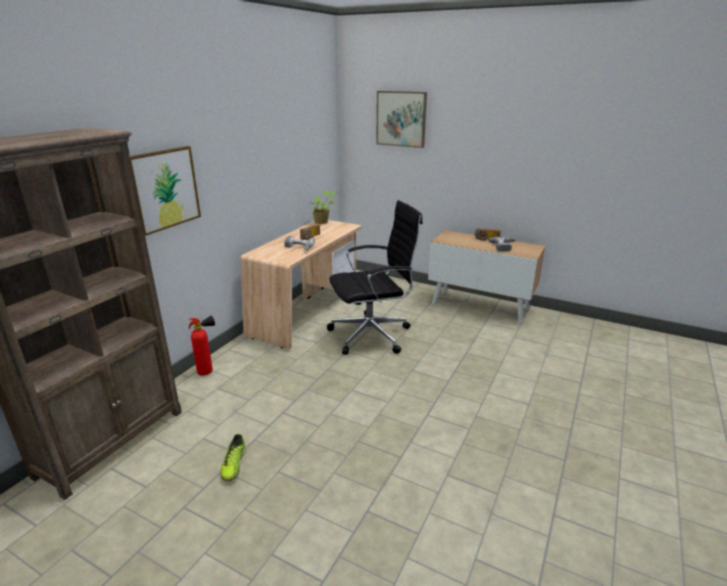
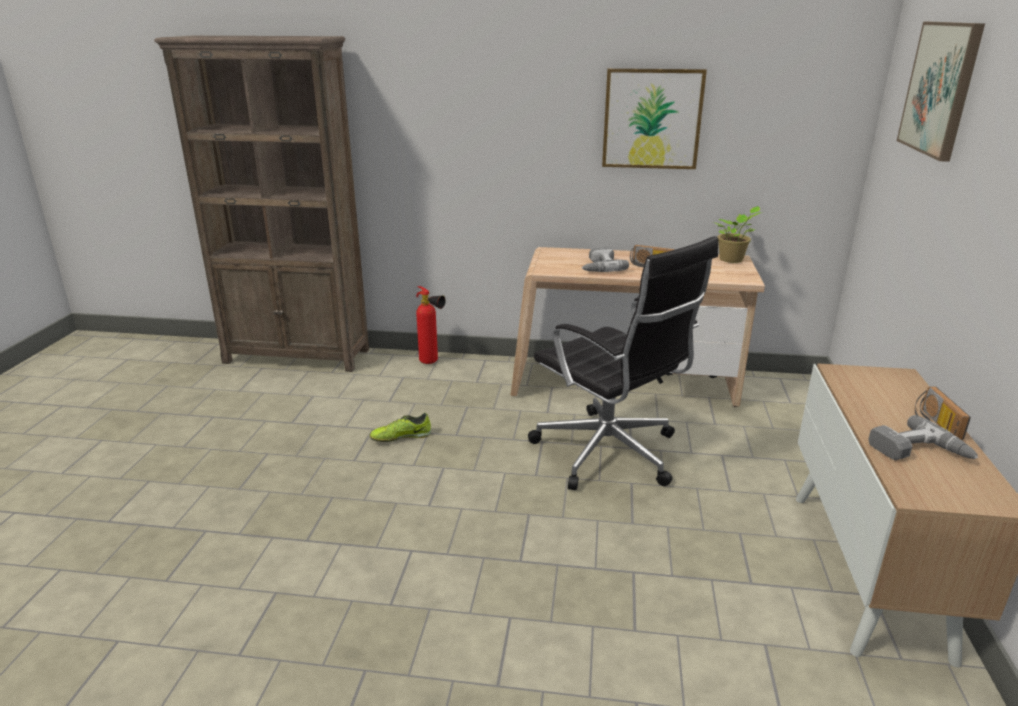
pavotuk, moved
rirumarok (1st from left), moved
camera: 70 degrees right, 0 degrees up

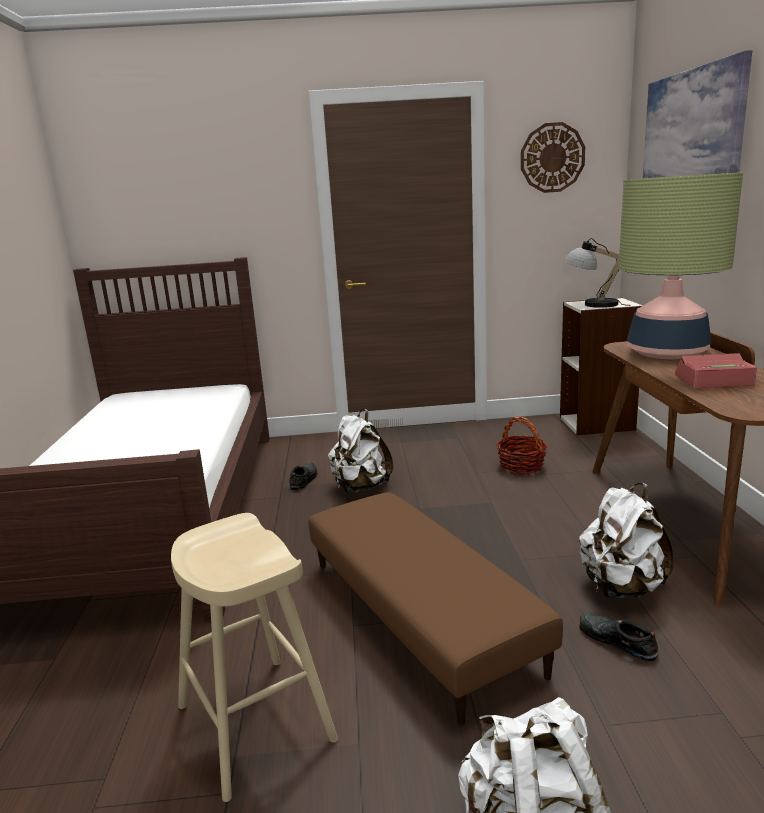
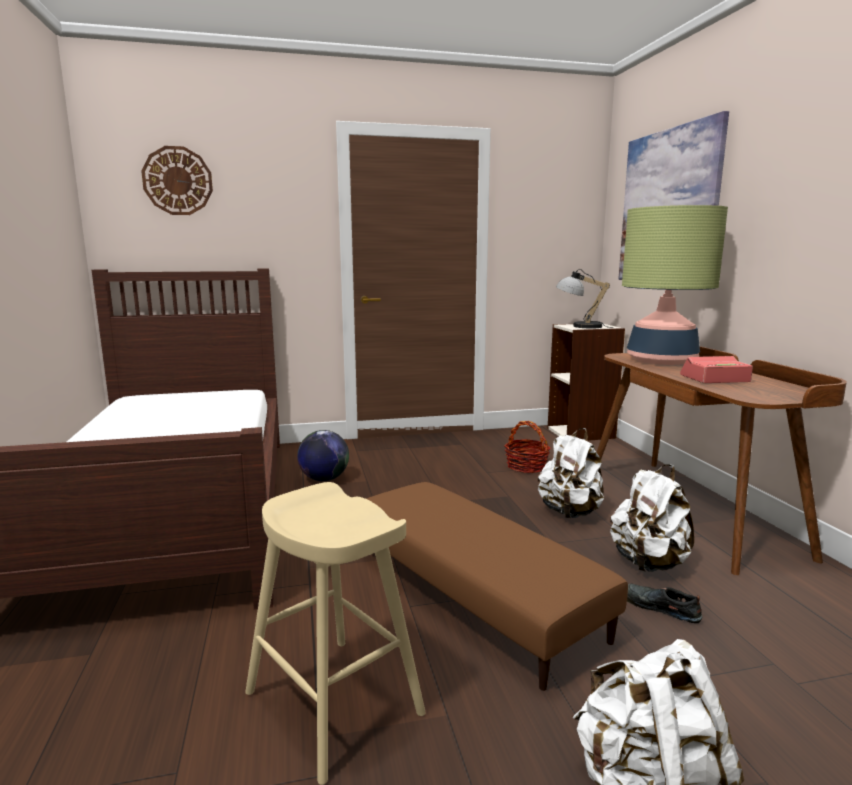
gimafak, moved
black_pavotuk (1st from left) → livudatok
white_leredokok (1st from left), moved
camera: 10 degrees left, 5 degrees down

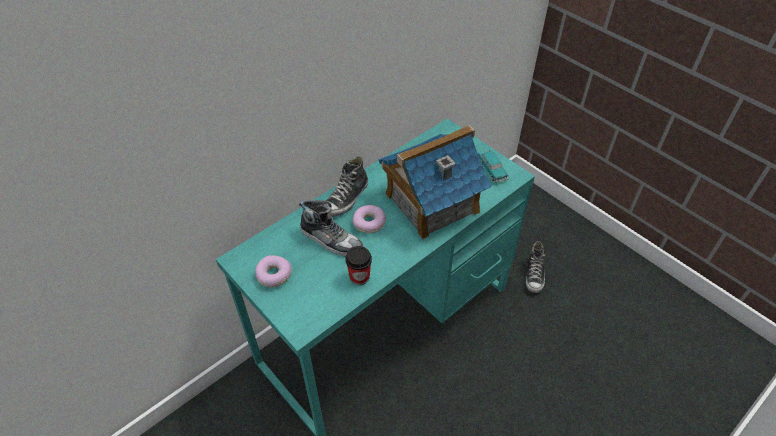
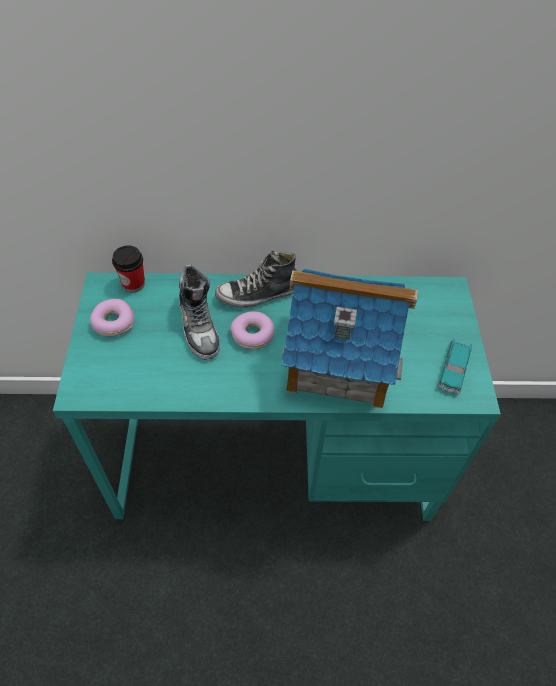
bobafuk, moved
pavotuk (3rd from left) → -
camera: 40 degrees right, 5 degrees up

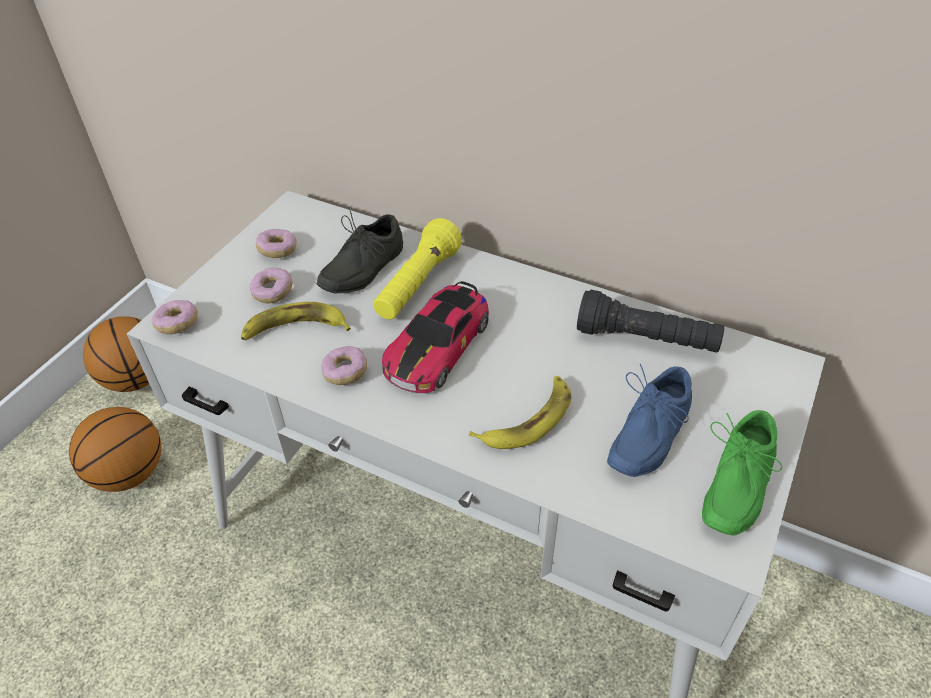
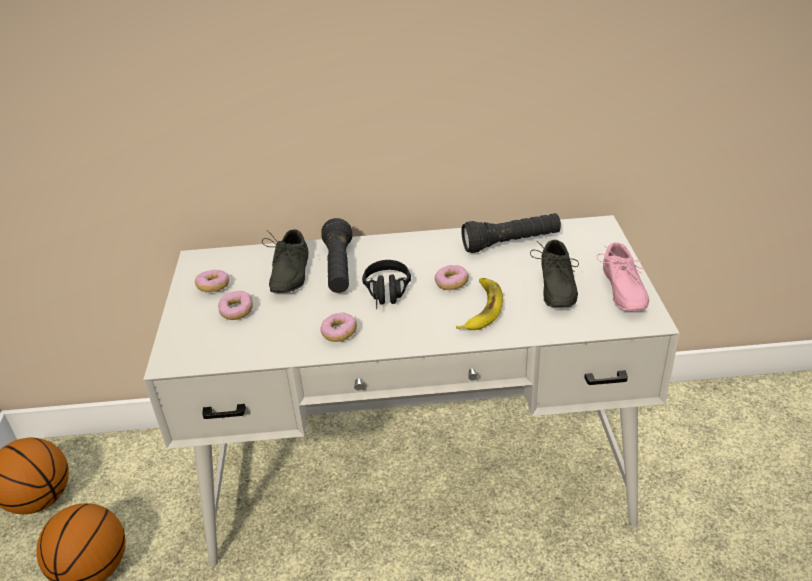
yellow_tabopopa → black_tabopopa (1st from left)
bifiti → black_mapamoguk
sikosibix (1st from left in the first image) → sikosibix (4th from left), moved
blue_pavotuk → grey_pavotuk (2nd from left)
green_pavotuk → pink_pavotuk
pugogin (1st from left) → -
camera: 30 degrees left, 10 degrees down

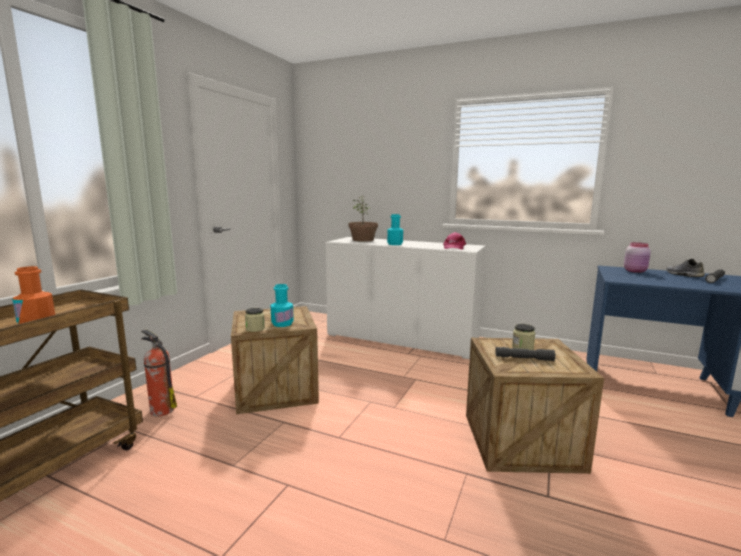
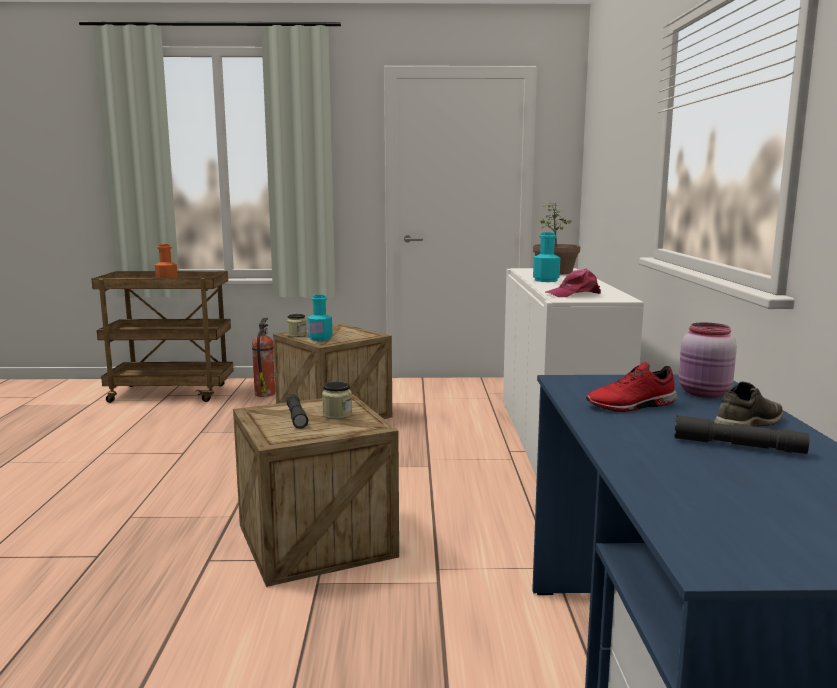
- → red_pavotuk
camera: 65 degrees right, 0 degrees up

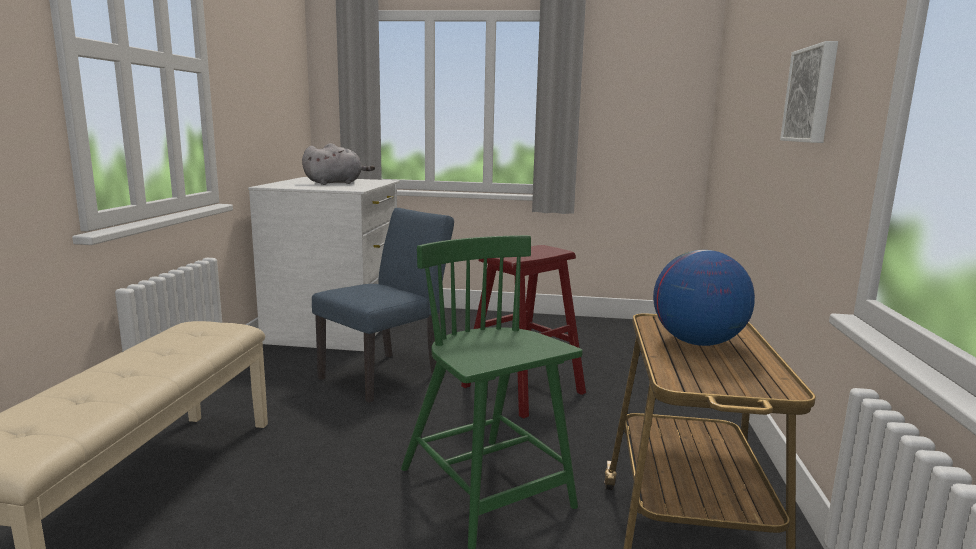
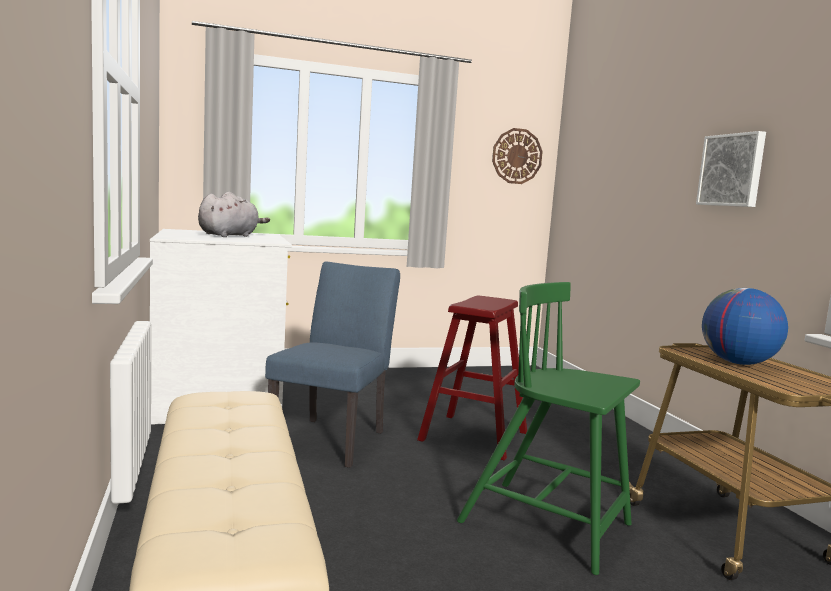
- → gimafak
camera: 25 degrees left, 5 degrees down

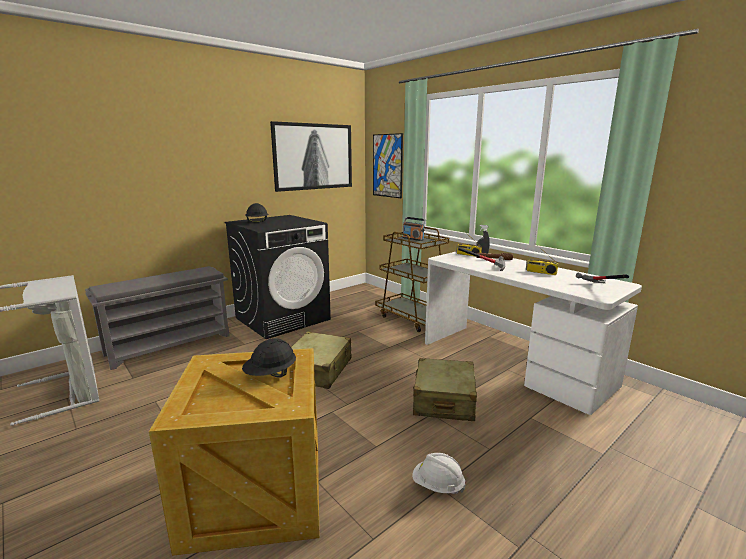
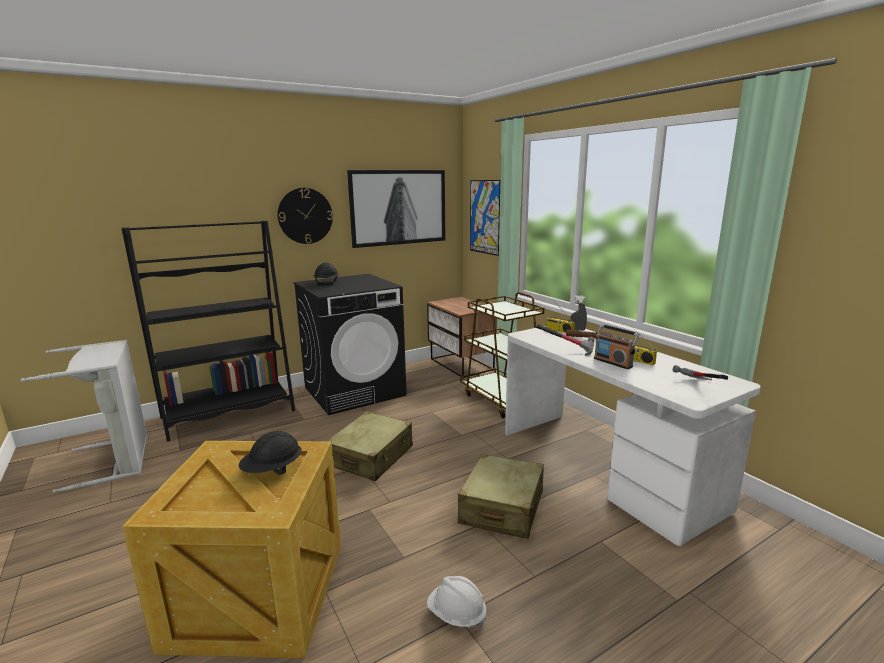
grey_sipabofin → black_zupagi
- → gimafak
- → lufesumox
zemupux (1st from left in the first image) → zemupux (2nd from left), moved
camera: 10 degrees right, 0 degrees up

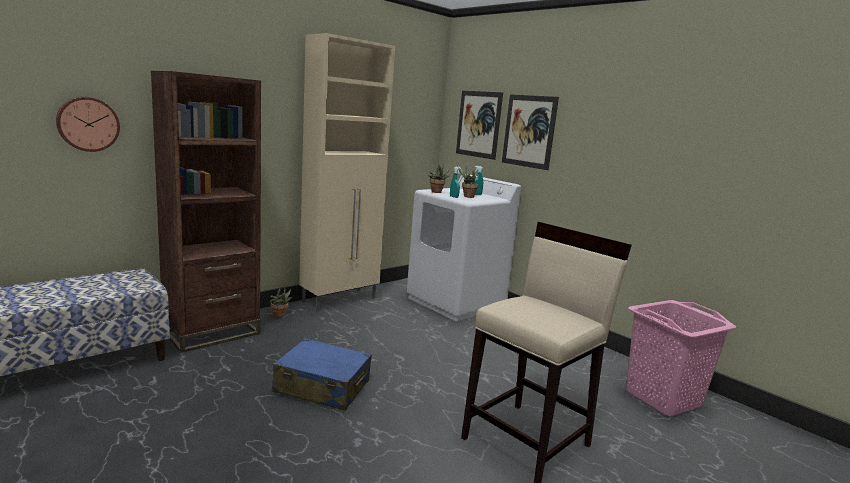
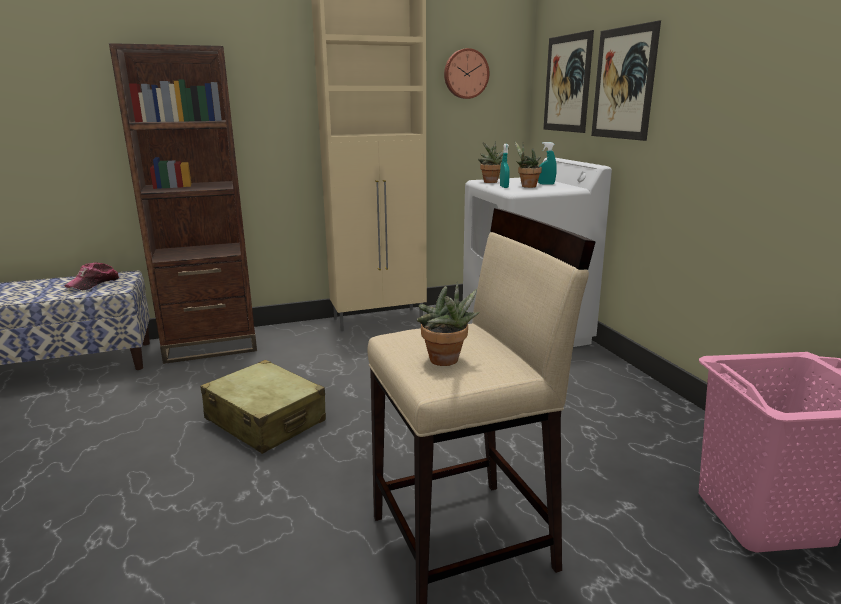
- → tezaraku
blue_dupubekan → beige_dupubekan
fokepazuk (1st from left), moved
gimafak, moved
camera: 25 degrees right, 5 degrees up

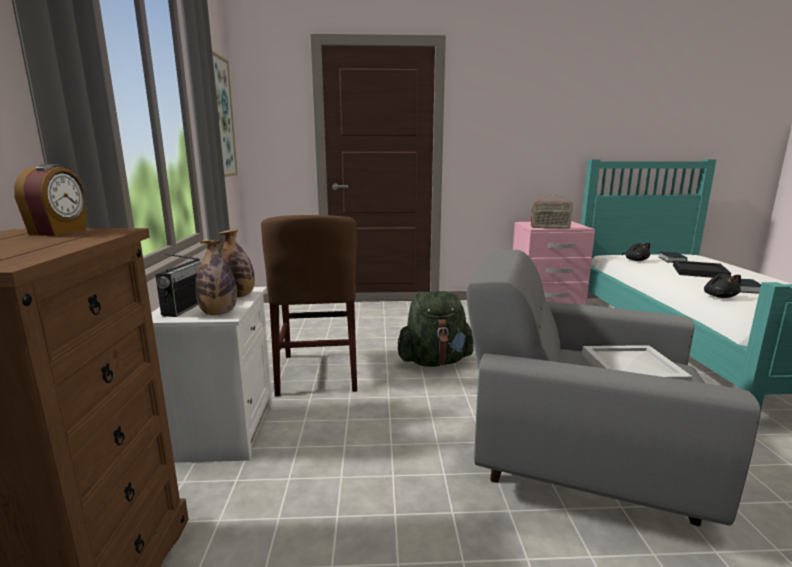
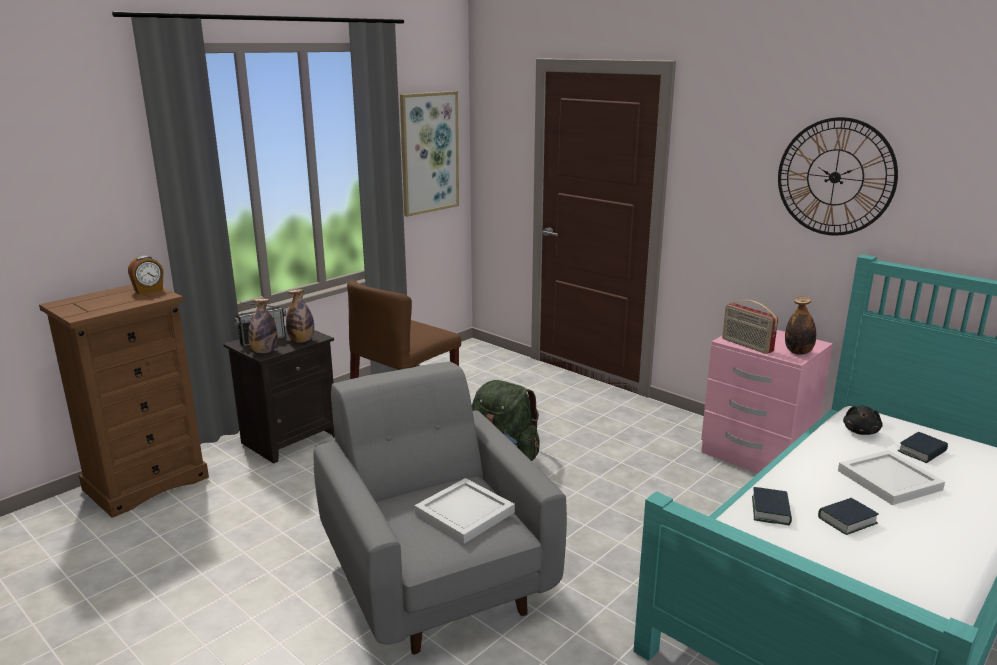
white_lufesumox → black_lufesumox
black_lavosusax (2nd from left) → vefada (1st from left)
- → gimafak
- → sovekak (3rd from left)
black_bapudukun → white_bapudukun (2nd from left)
camera: 45 degrees right, 5 degrees up

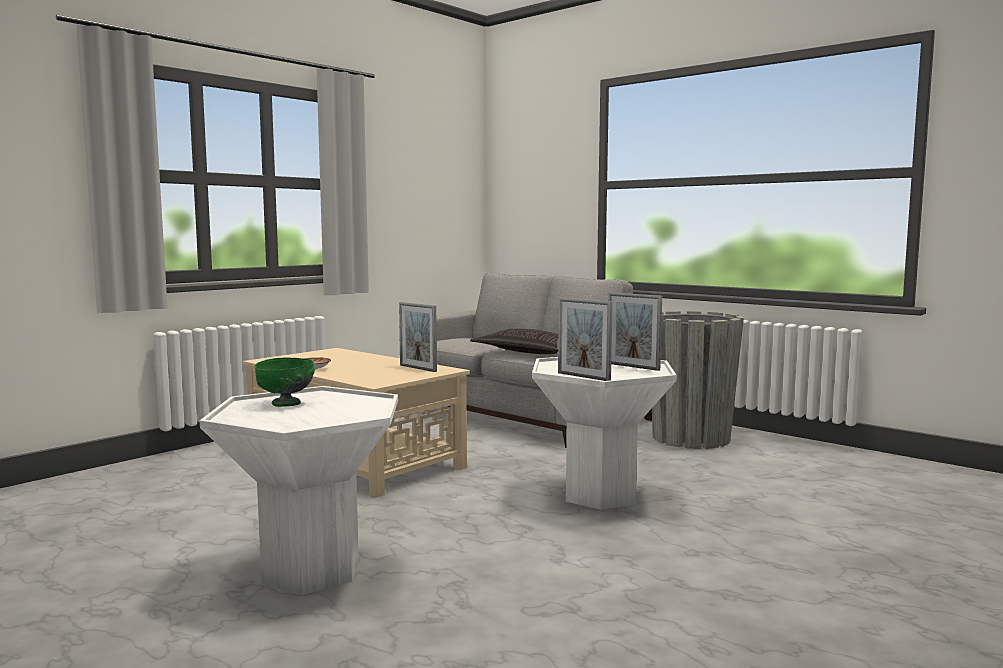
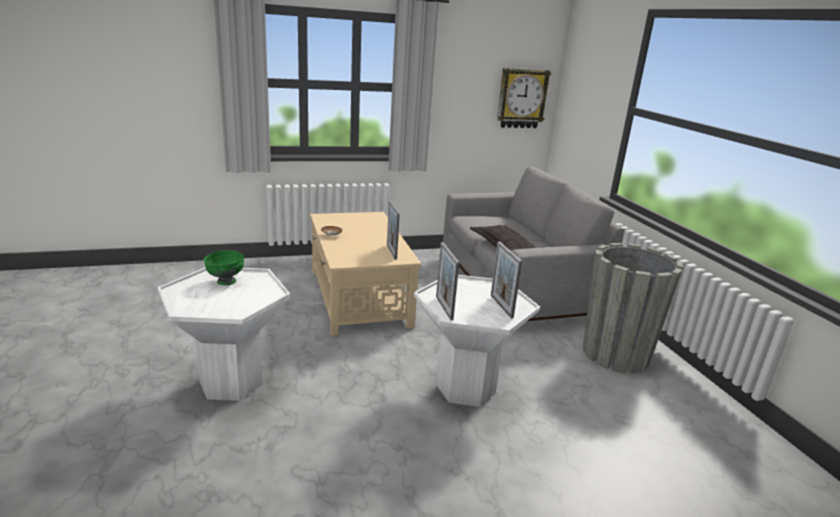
- → gimafak
camera: 30 degrees right, 15 degrees up

